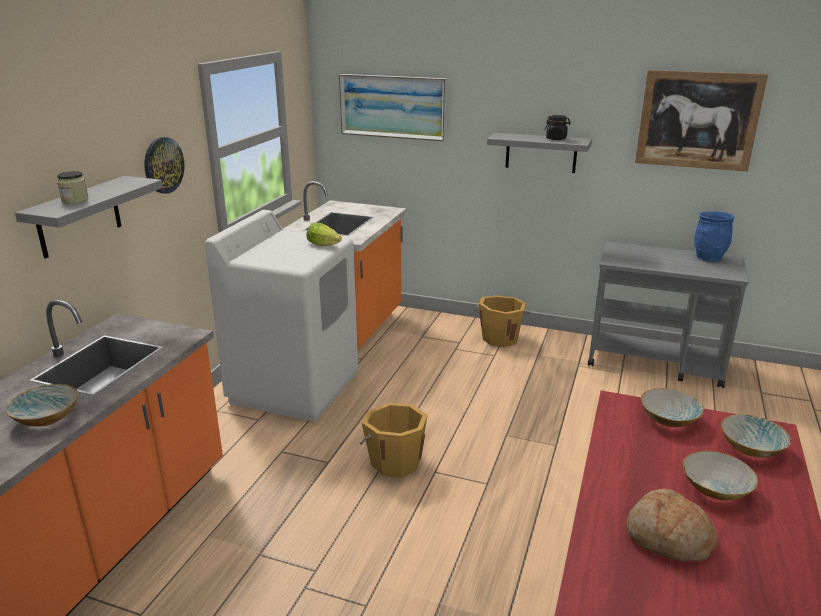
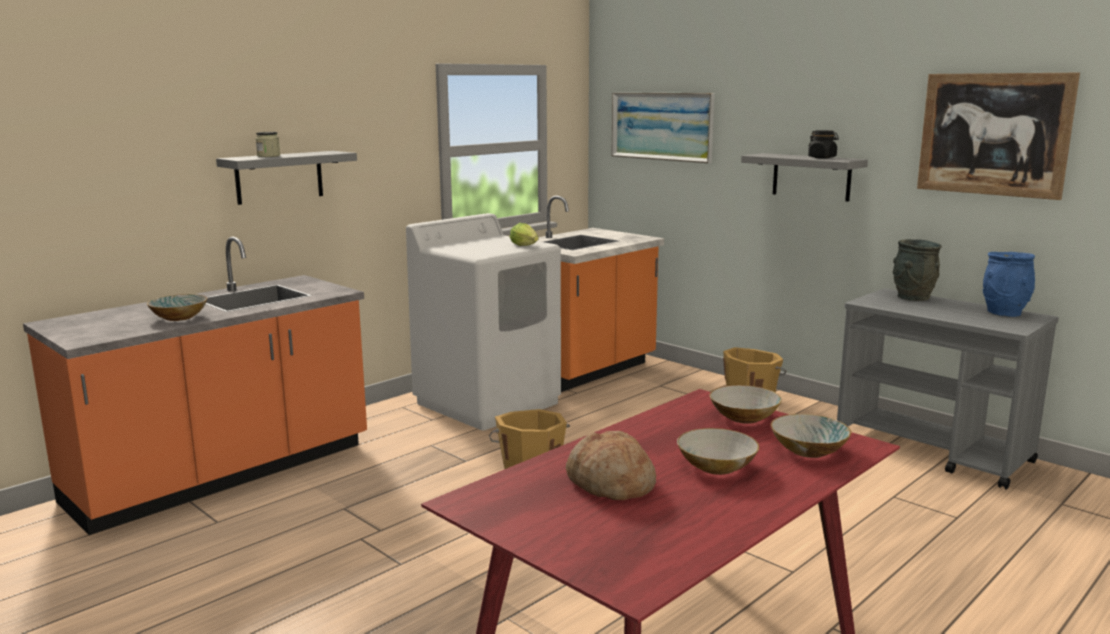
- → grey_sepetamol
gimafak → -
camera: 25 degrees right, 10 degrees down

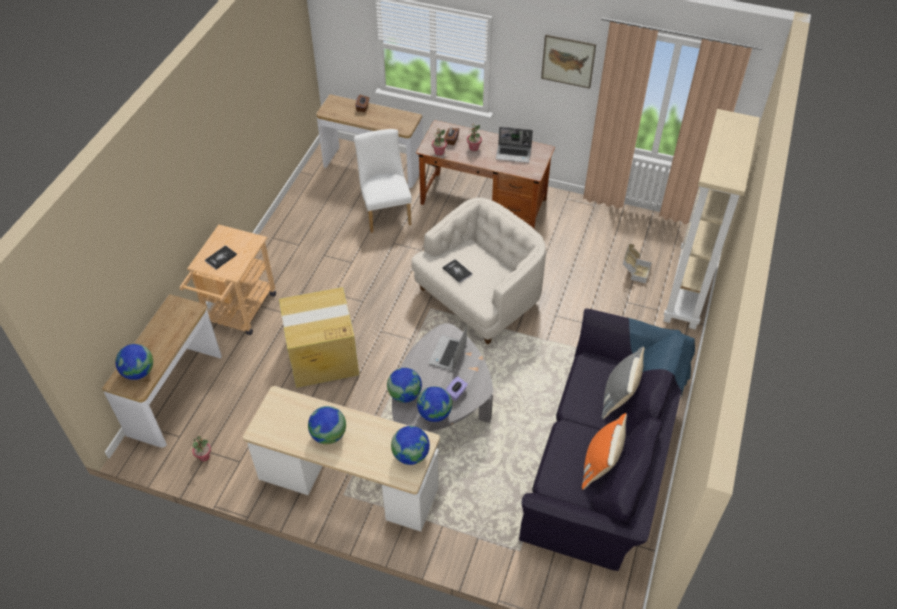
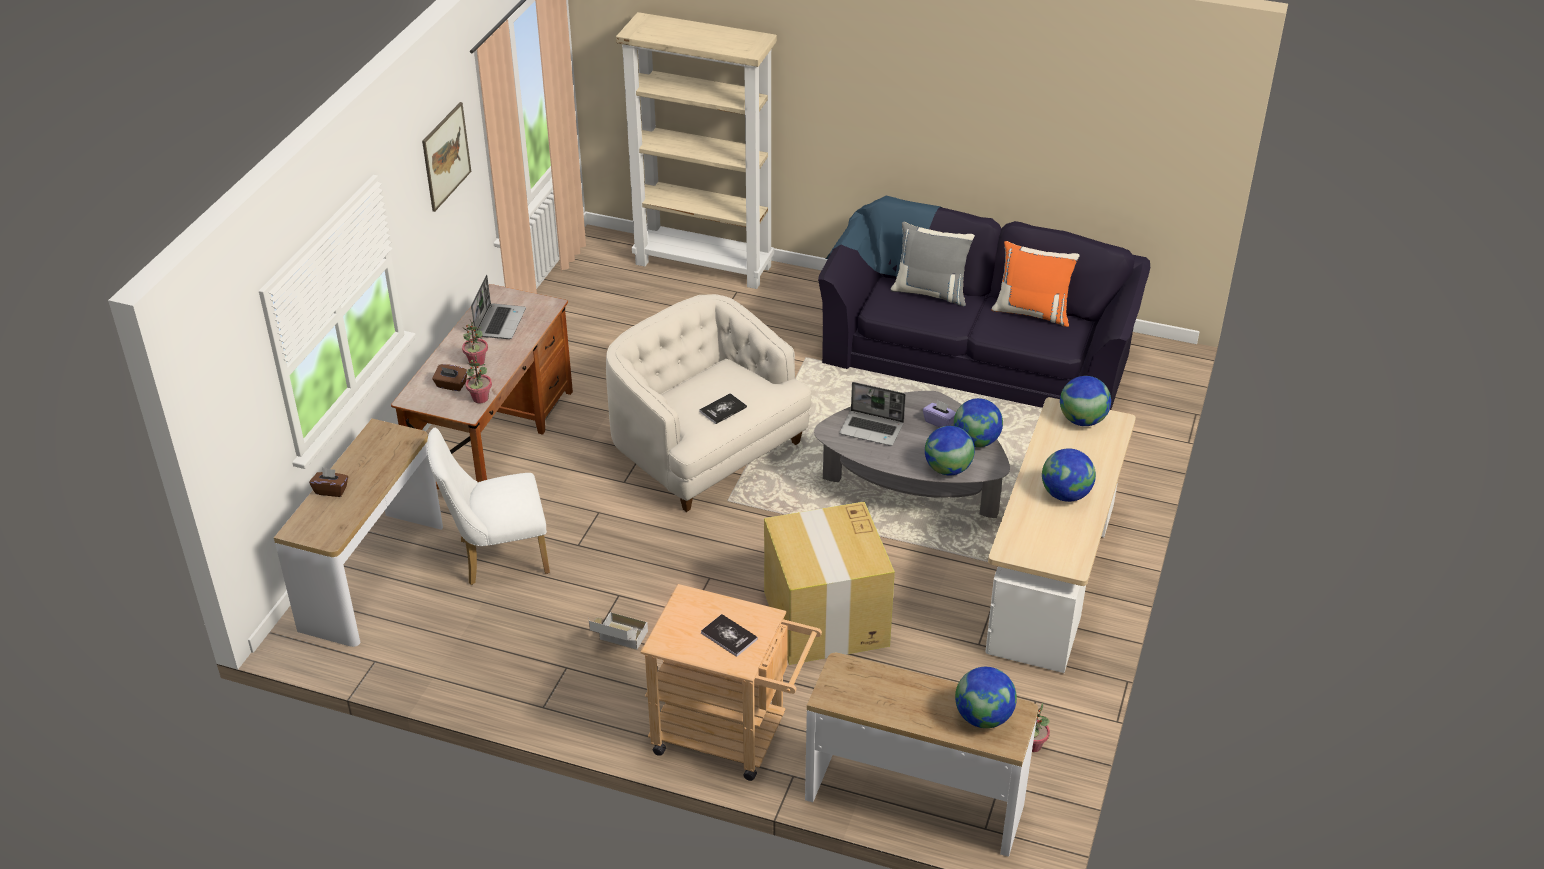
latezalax (2nd from left in the first image) → latezalax (1st from left), moved
camera: 90 degrees left, 10 degrees down

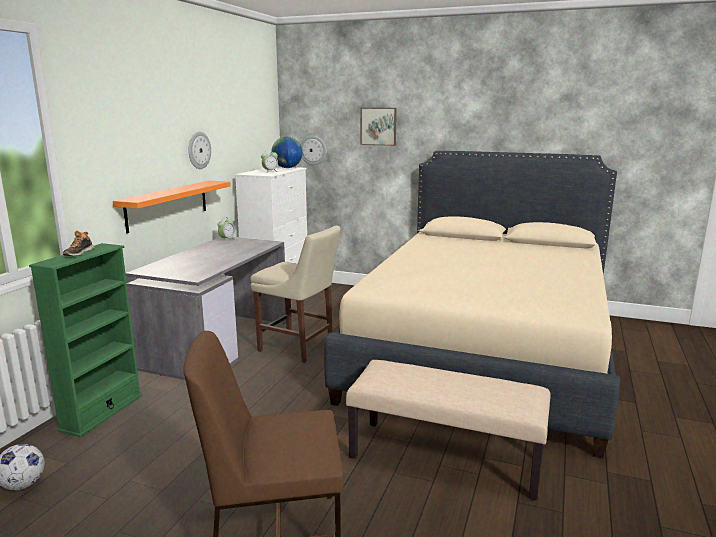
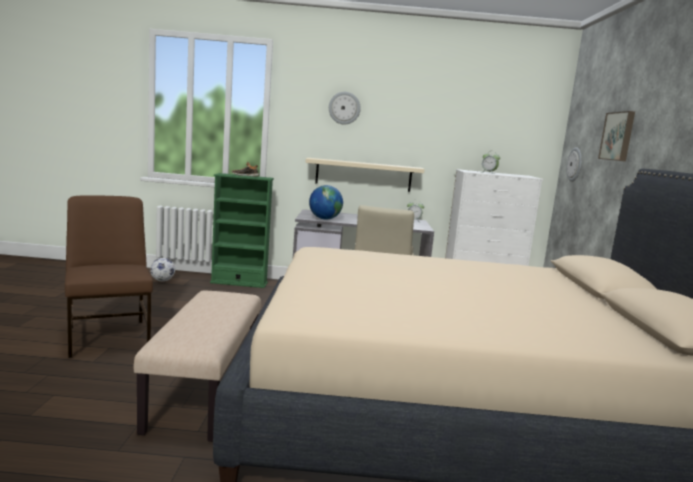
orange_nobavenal → beige_nobavenal
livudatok, moved
gimafak (1st from left), moved
camera: 70 degrees right, 5 degrees down

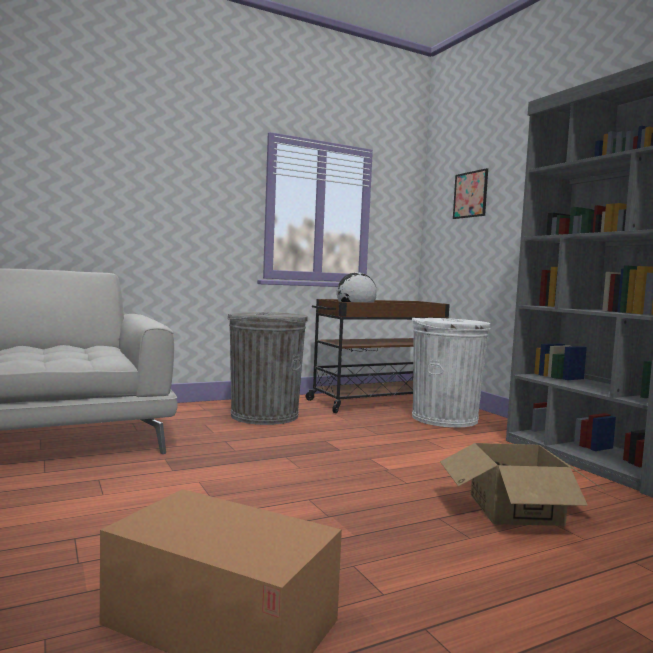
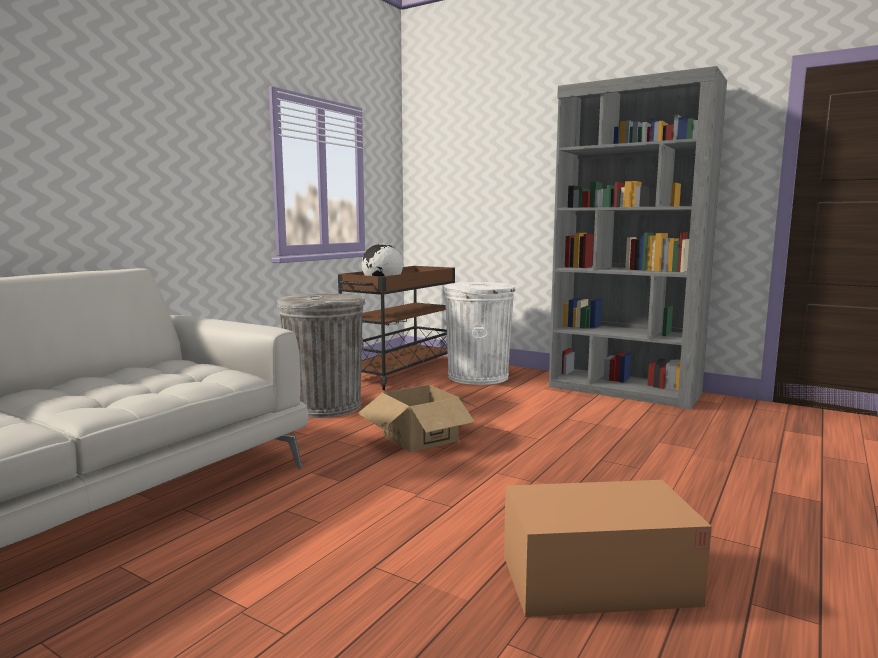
latezalax (2nd from left in the first image) → latezalax (1st from left), moved
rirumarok → -
camera: 30 degrees left, 5 degrees up

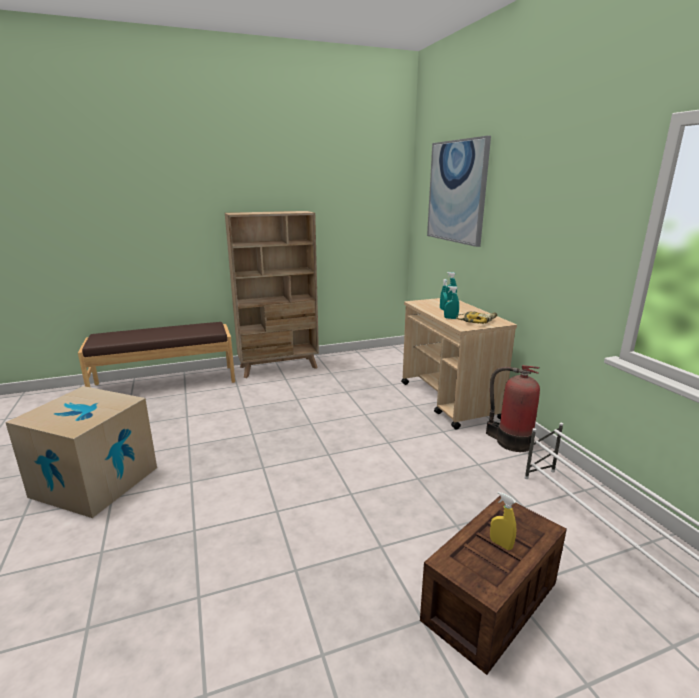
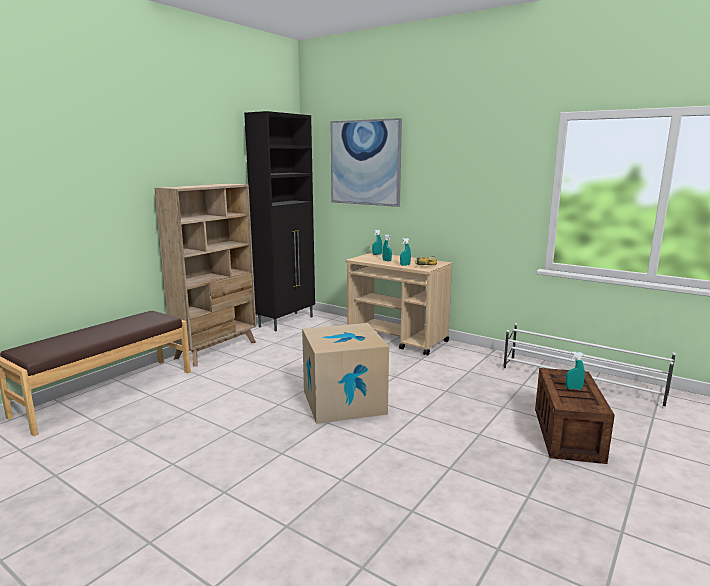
- → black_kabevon
latezalax, moved
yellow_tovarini → turquoise_tovarini (4th from left)
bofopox → -
camera: 35 degrees left, 5 degrees down

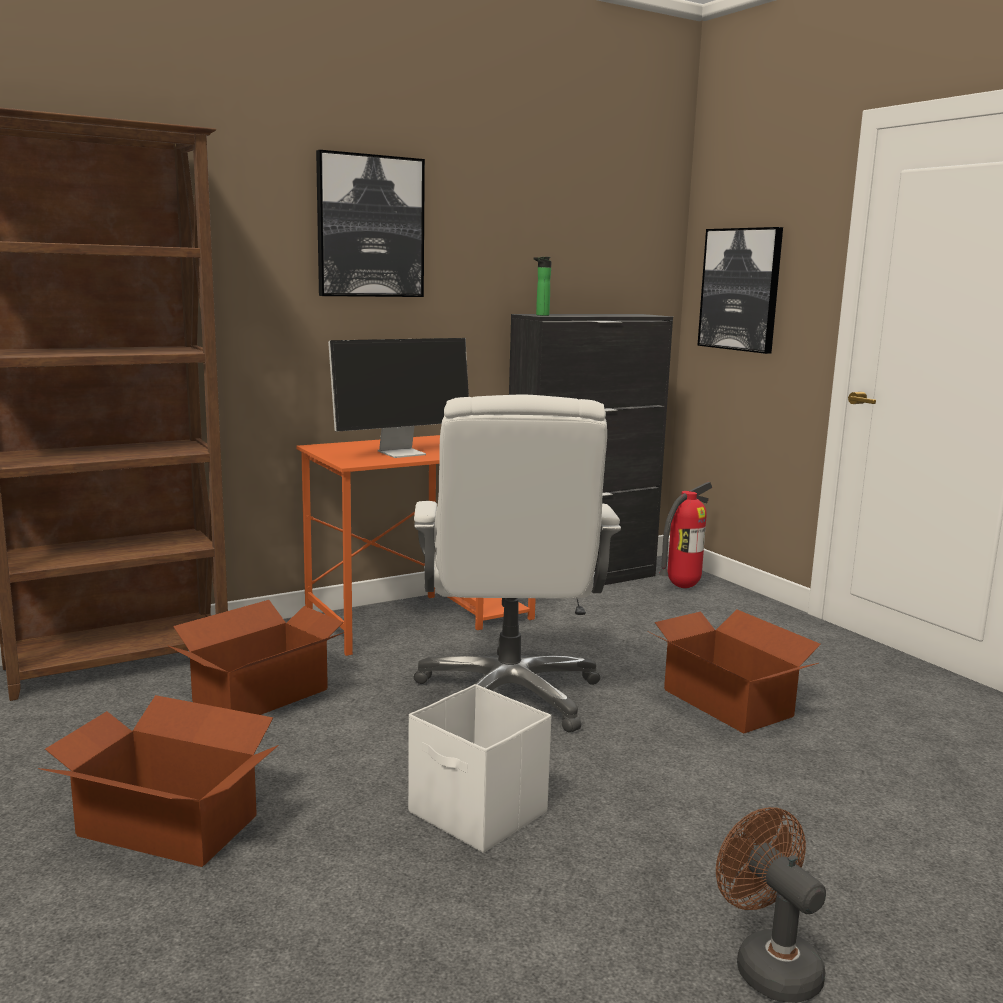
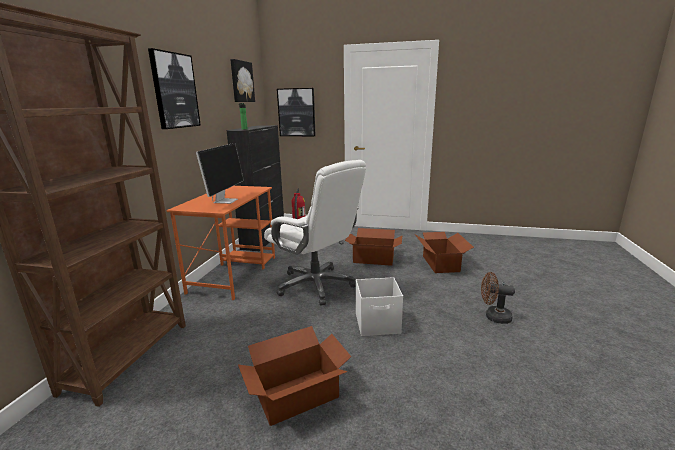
- → rirumarok (2nd from left)
latezalax (2nd from left in the first image) → latezalax (3rd from left), moved
camera: 45 degrees left, 5 degrees up

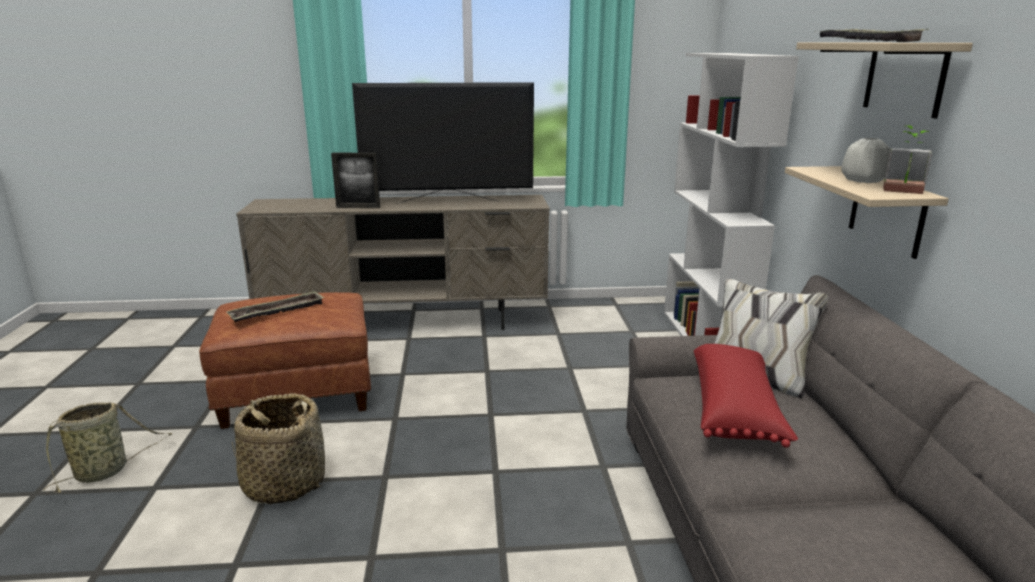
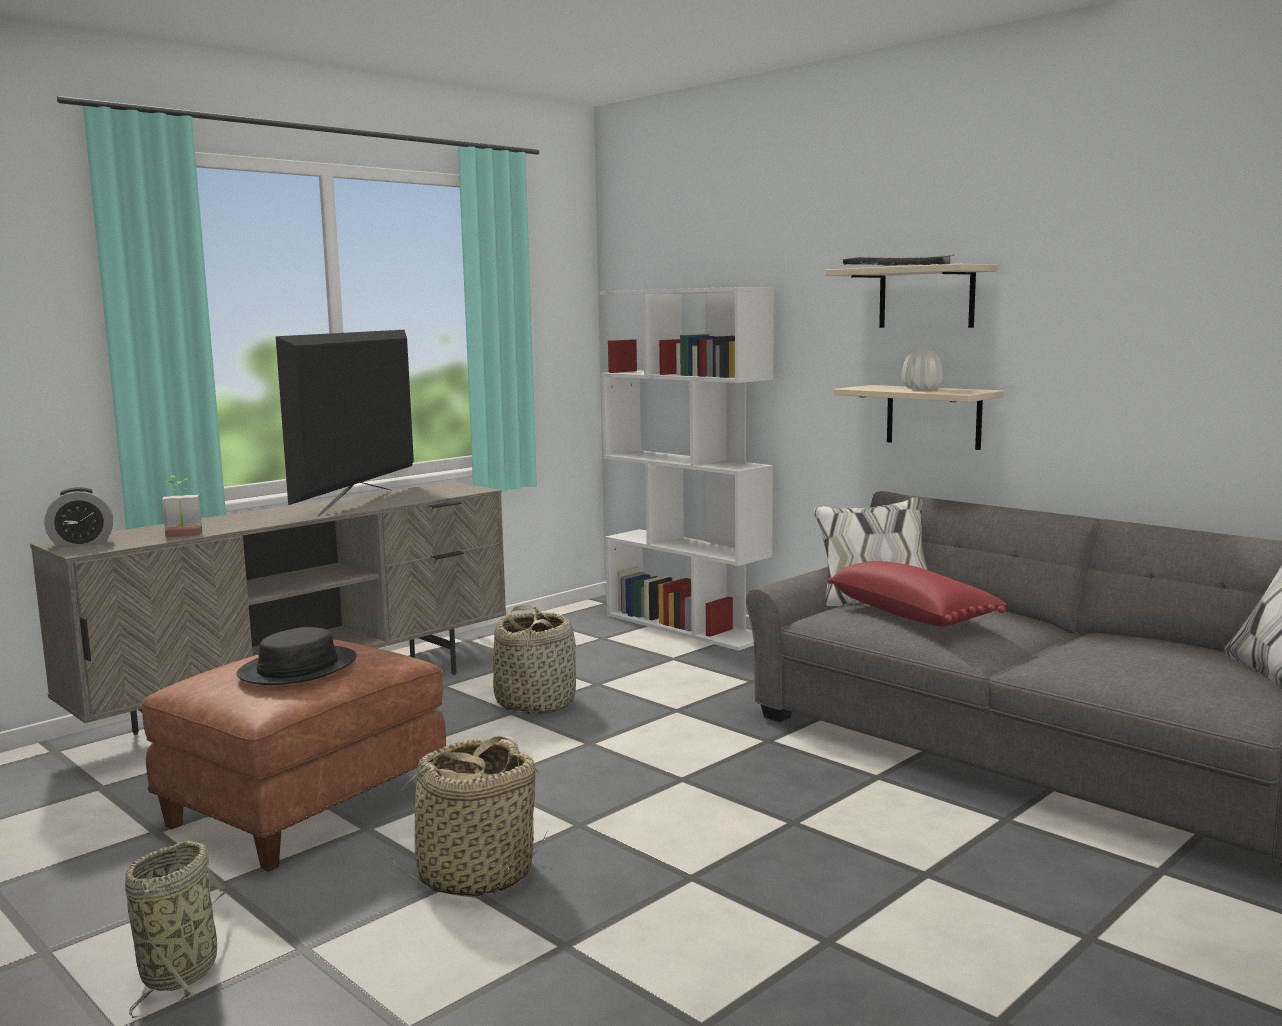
- → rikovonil
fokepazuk, moved
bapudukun (1st from left) → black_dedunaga
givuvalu, 150 degrees clockwise
- → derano (3rd from left)
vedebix → -
camera: 40 degrees left, 10 degrees down

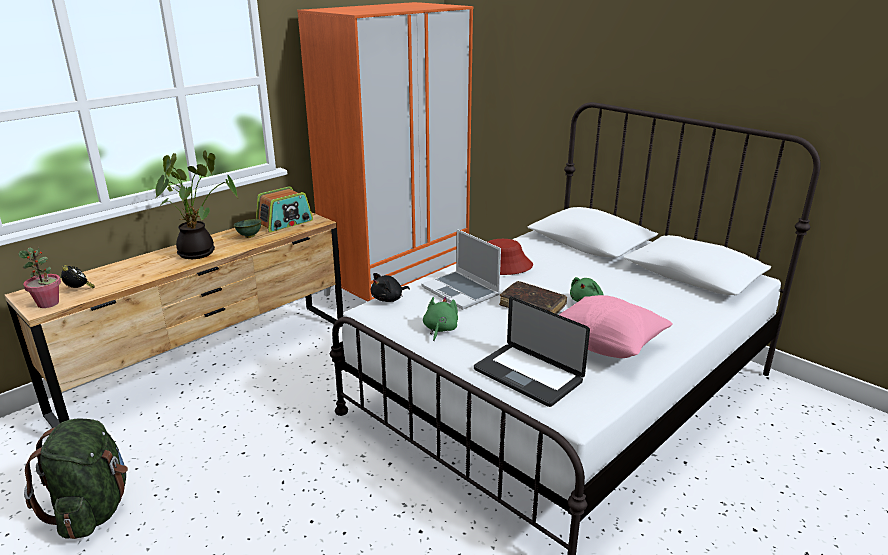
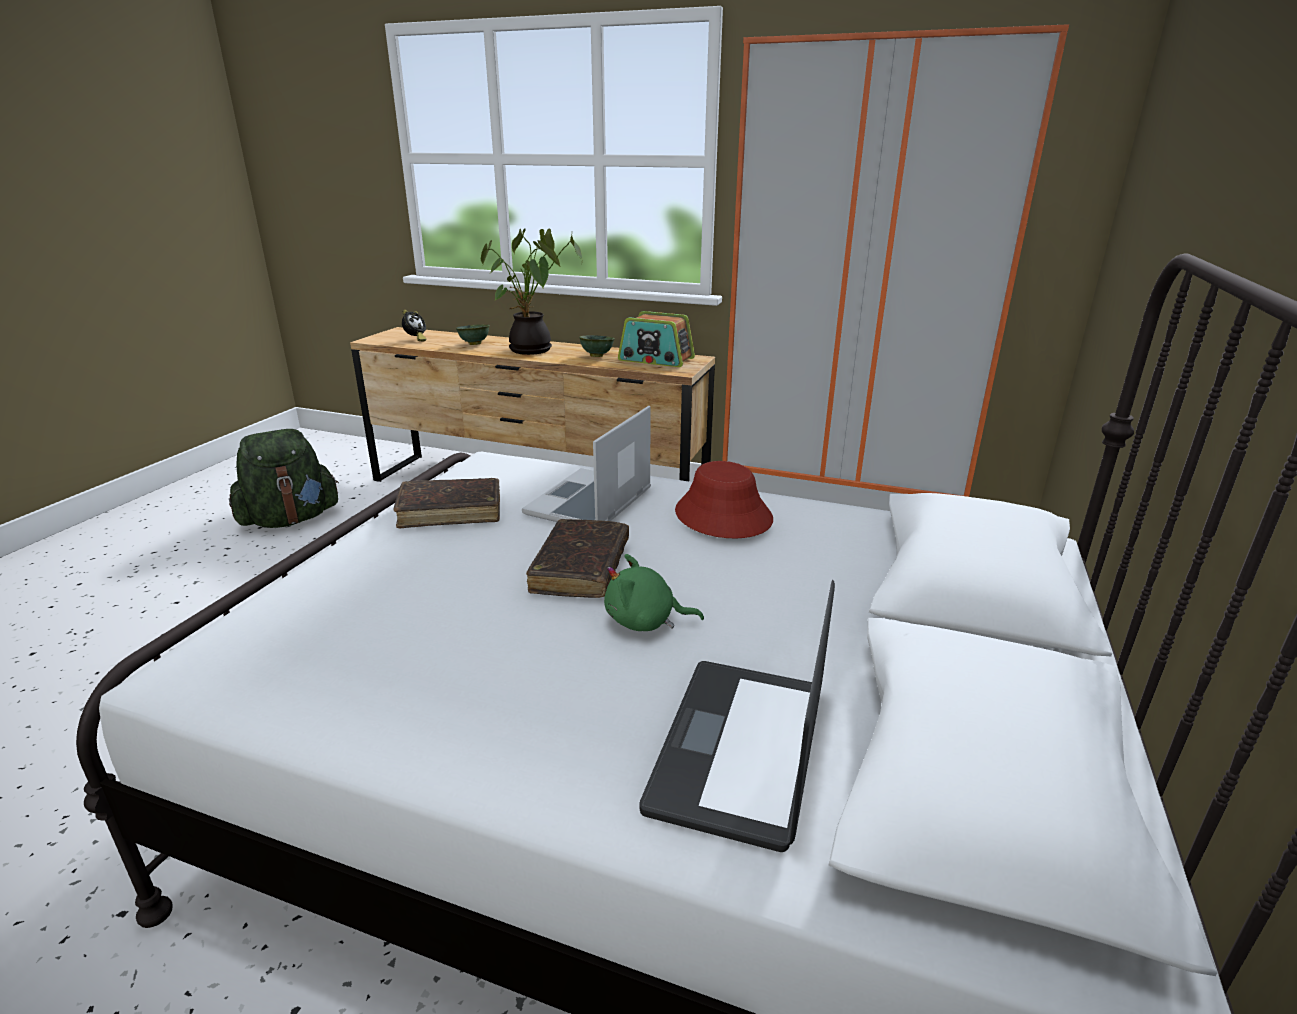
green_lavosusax (1st from left) → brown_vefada (1st from left)
- → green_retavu (1st from left)
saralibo (2nd from left), moved
fokepazuk (1st from left) → -
black_lavosusax → -
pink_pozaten → -
camera: 65 degrees right, 0 degrees up

